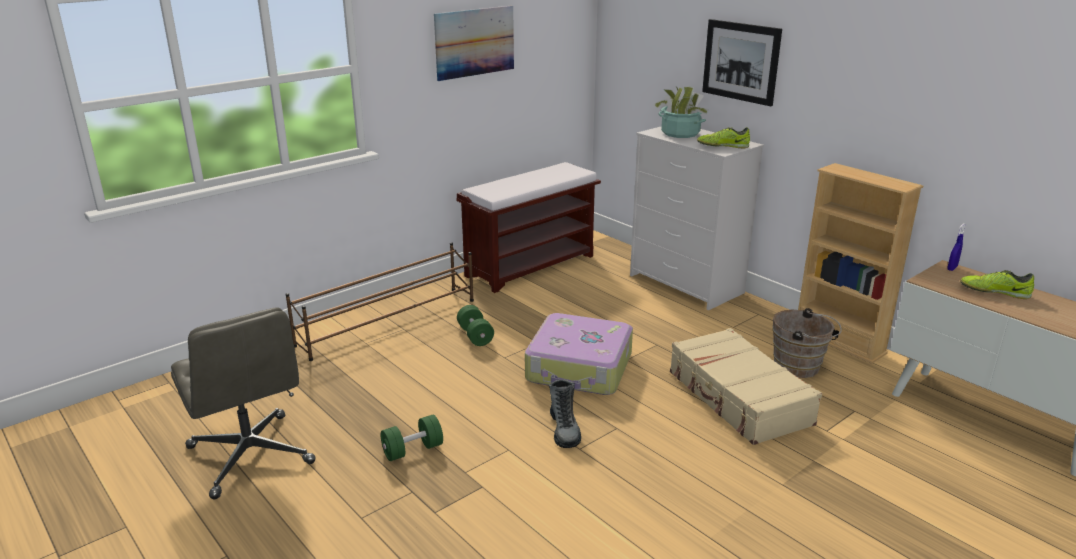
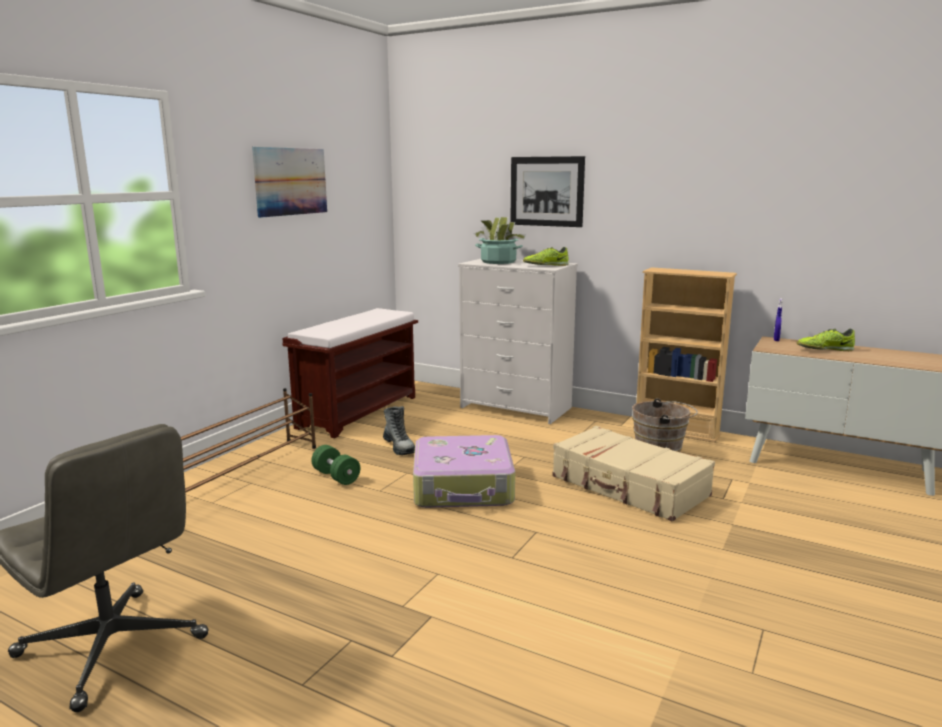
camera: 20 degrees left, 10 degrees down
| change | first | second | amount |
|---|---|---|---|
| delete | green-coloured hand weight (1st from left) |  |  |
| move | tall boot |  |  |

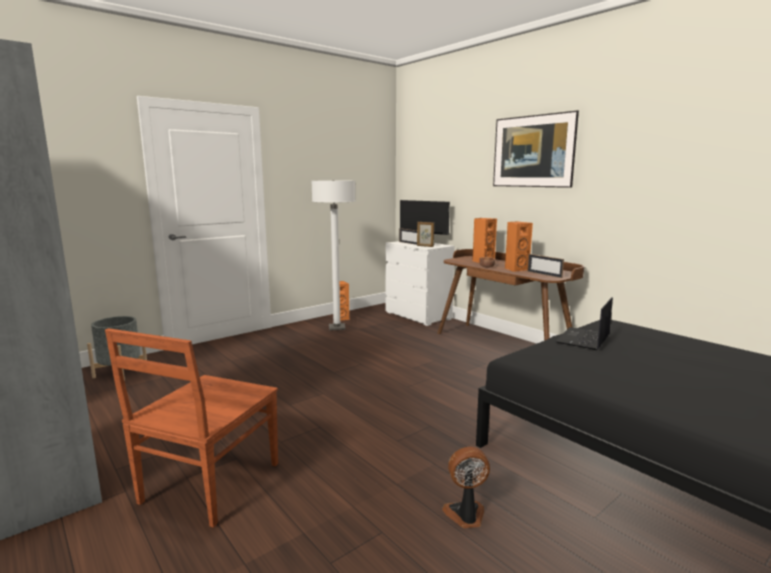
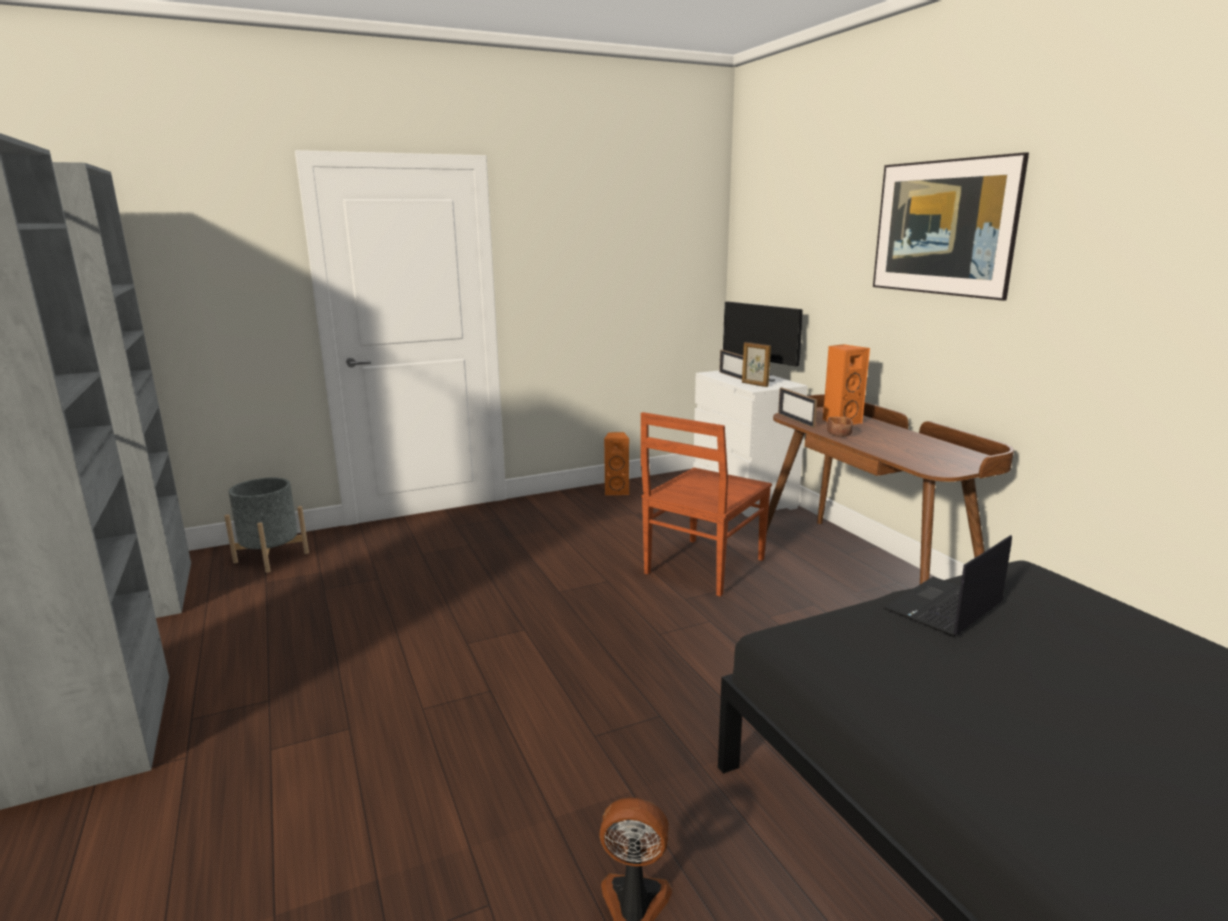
camera: 15 degrees right, 5 degrees up
| change | first | second | amount |
|---|---|---|---|
| delete | white standing lamp |  |  |
| delete | orangey loudspeaker (3rd from left) |  |  |
| move | brown plain chair |  |  |
| move | picture frame (3rd from left) |  |  |

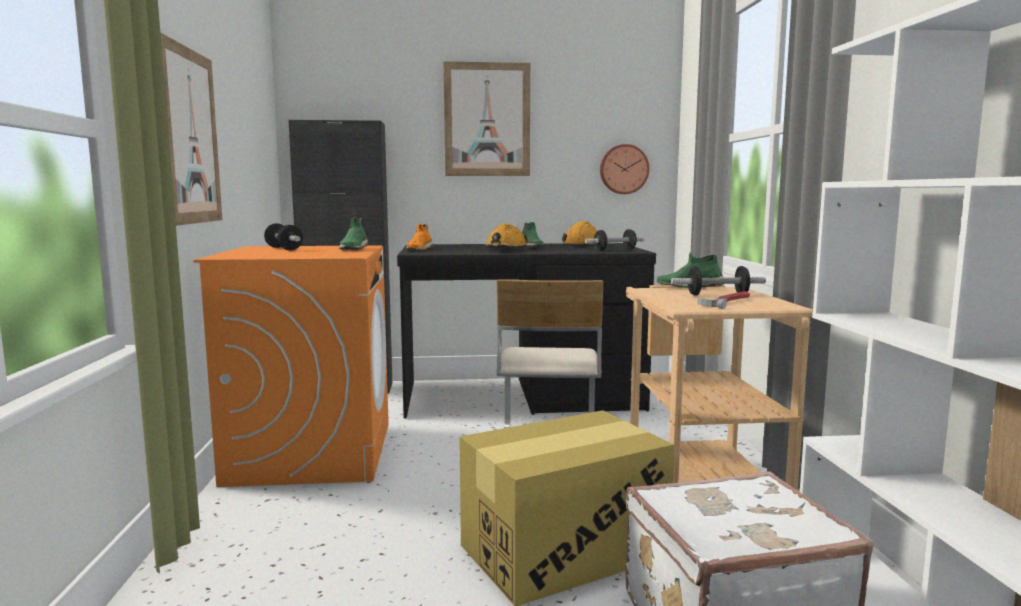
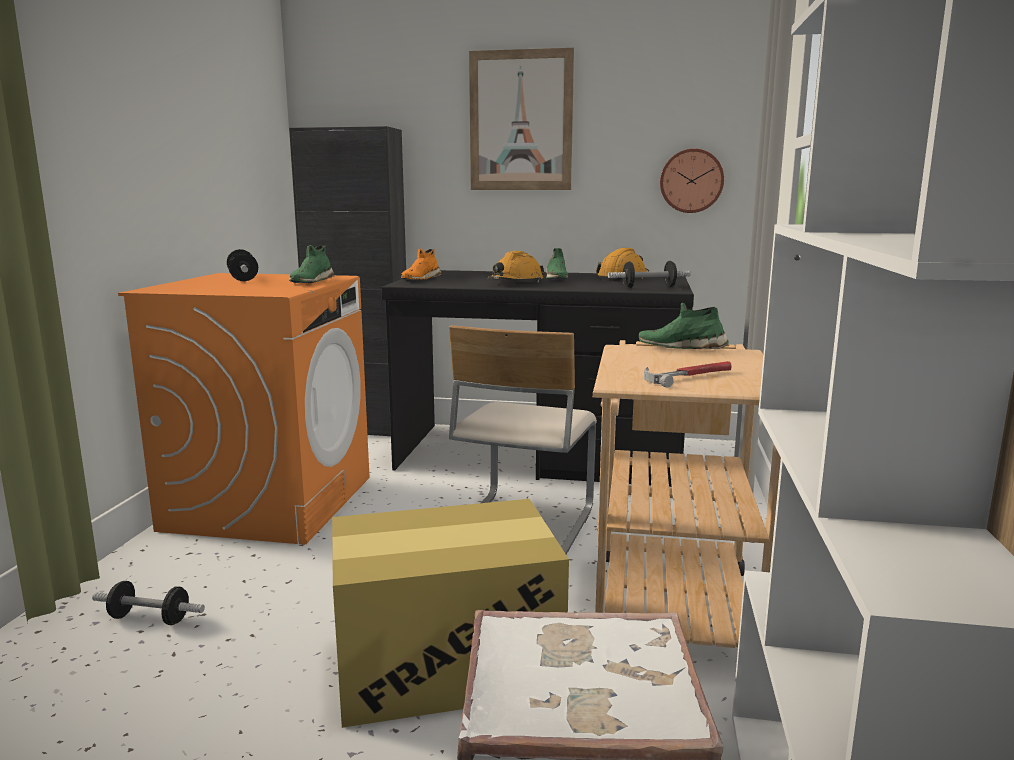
camera: 15 degrees right, 5 degrees up
| change | first | second | amount |
|---|---|---|---|
| delete | wall picture (1st from left) |  |  |
| move | hand weight (3rd from left in the first image) | hand weight (1st from left) |  |

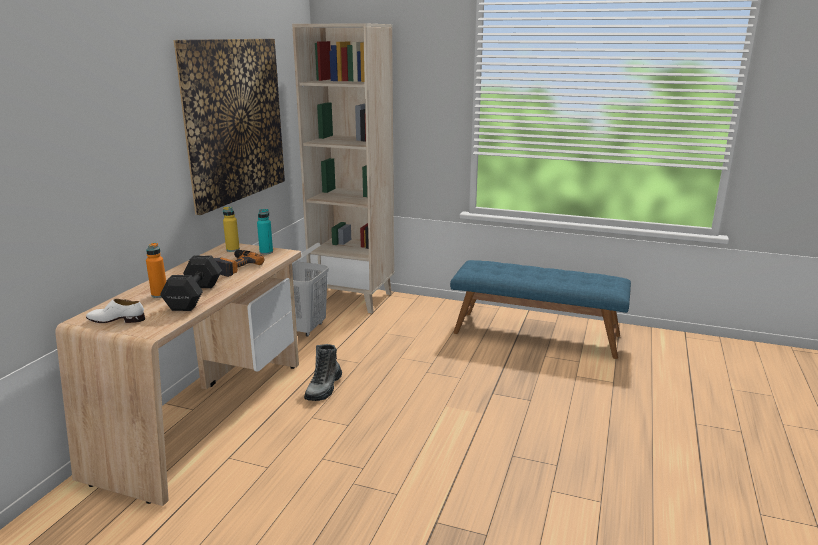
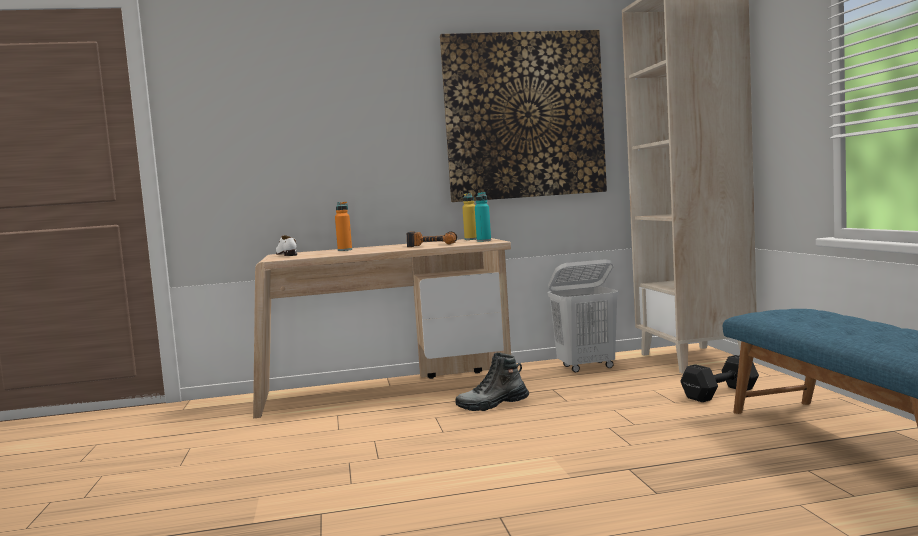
camera: 60 degrees right, 15 degrees down
| change | first | second | amount |
|---|---|---|---|
| move | black-coloured hand weight |  |  |

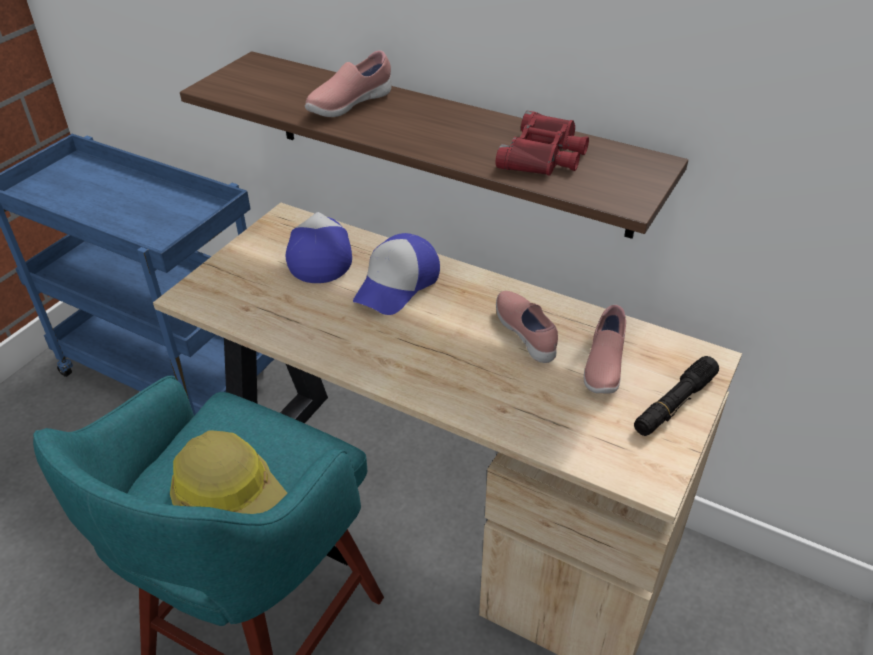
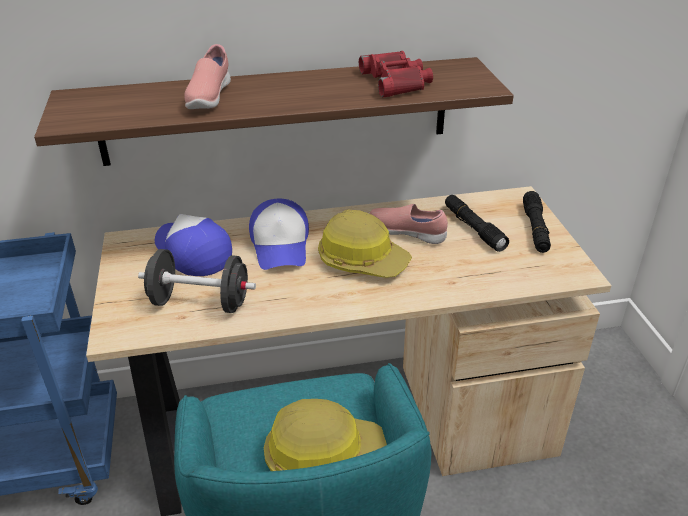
camera: 40 degrees left, 5 degrees down
| change | first | second | amount |
|---|---|---|---|
| insert |  | black-coloured hand weight |  |
| insert |  | hard hat (2nd from left) |  |
| replace | pinkish shoe (3rd from left) | black-coloured hand torch (1st from left) |  |

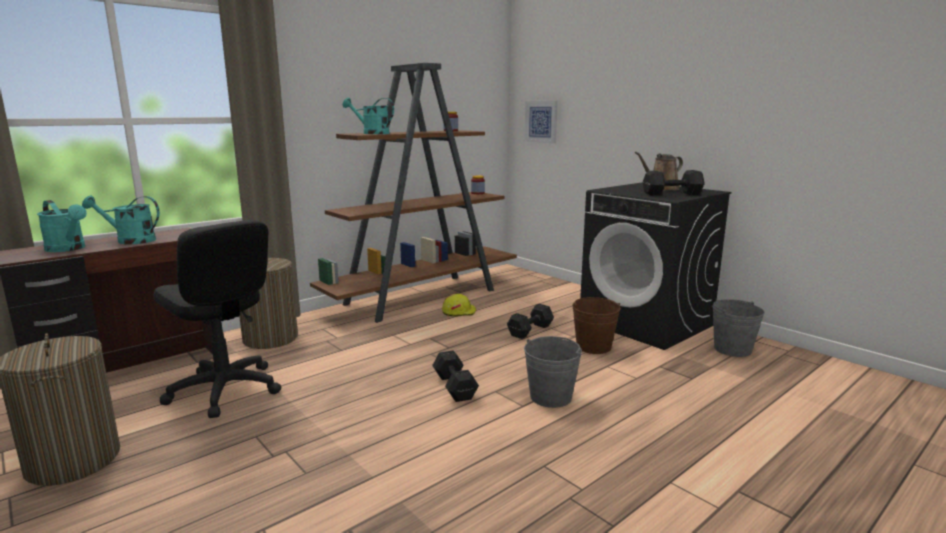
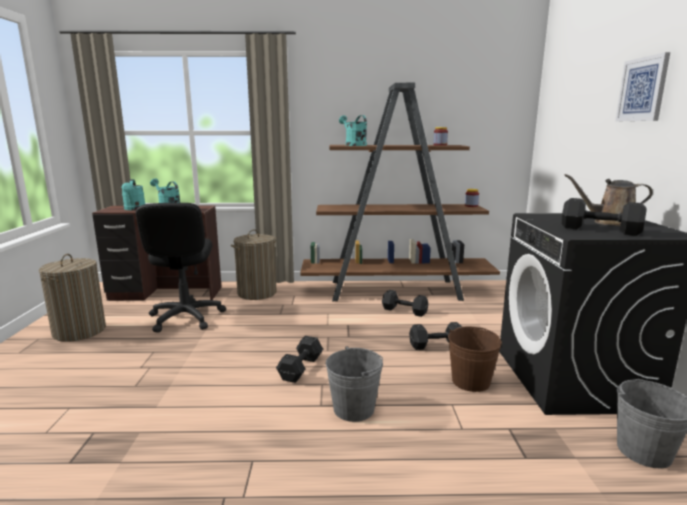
camera: 40 degrees right, 0 degrees up
| change | first | second | amount |
|---|---|---|---|
| move | wall picture |  |  |
| replace | yellow-coloured hard hat | black-coloured hand weight (2nd from left) |  |

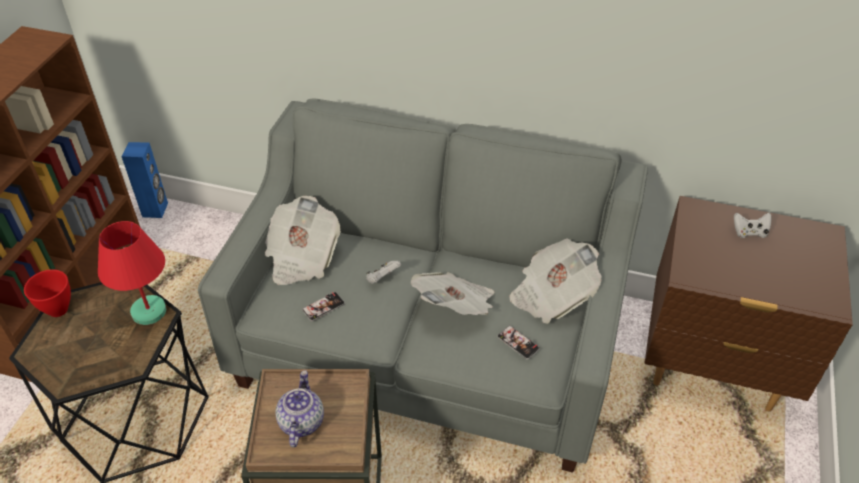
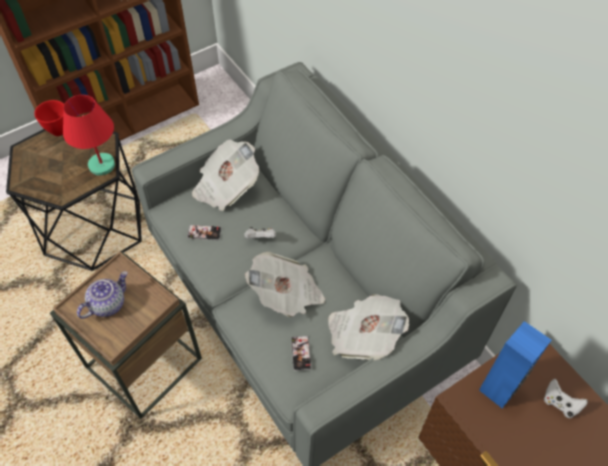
camera: 40 degrees right, 10 degrees up
| change | first | second | amount |
|---|---|---|---|
| move | bluish loudspeaker |  |  |

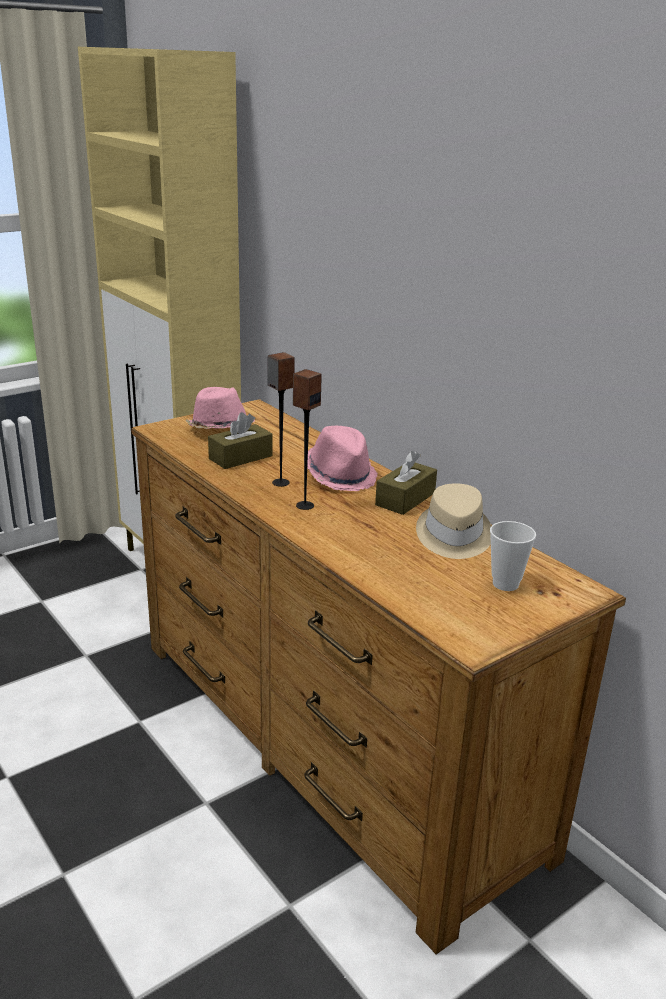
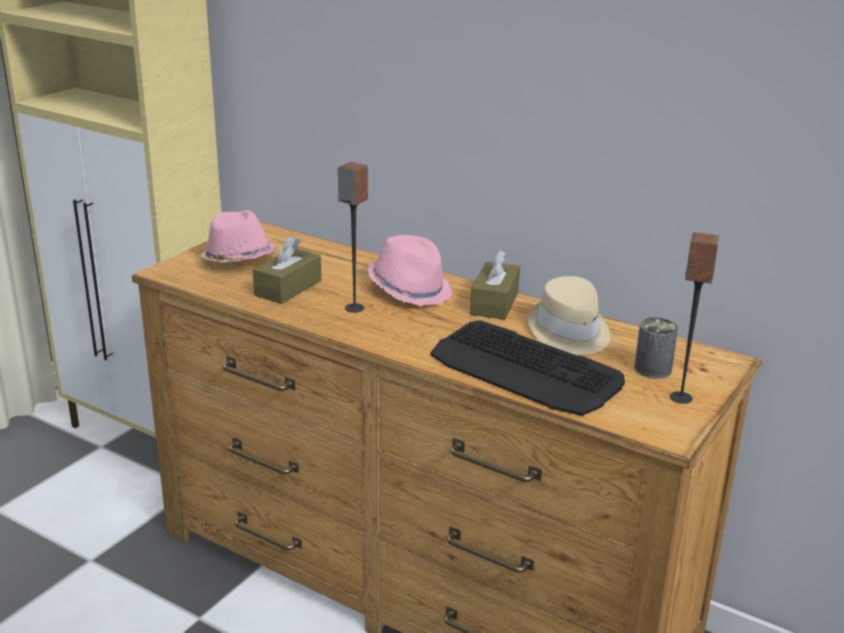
camera: 20 degrees left, 0 degrees up
| change | first | second | amount |
|---|---|---|---|
| insert |  | keyboard |  |
| move | loudspeaker (2nd from left) |  |  |
| replace | drinking cup | metal can |  |

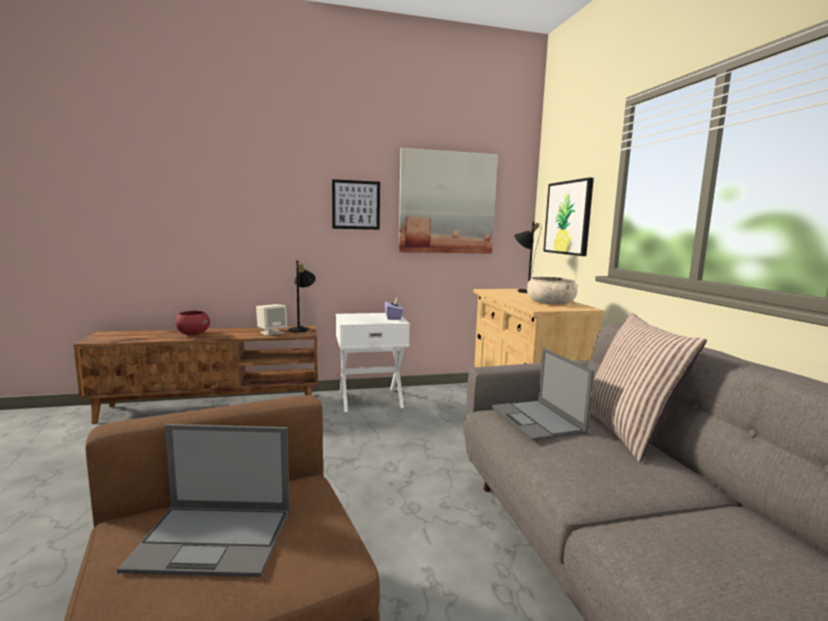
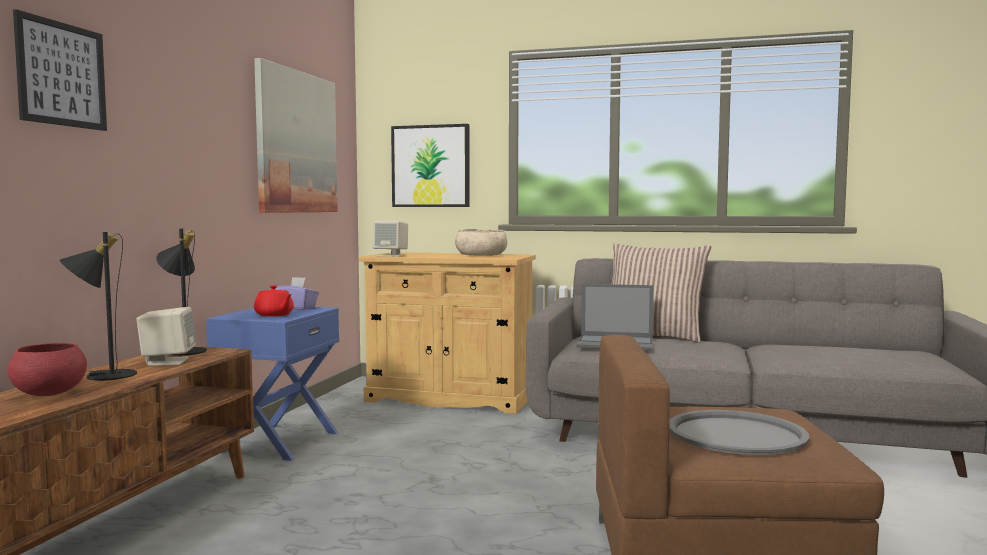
camera: 60 degrees left, 5 degrees down
| change | first | second | amount |
|---|---|---|---|
| insert |  | red teapot |  |
| insert |  | sand-coloured loudspeaker (2nd from left) |  |
| move | wall picture (1st from left) |  |  |
| move | black-coloured lamp for a table (2nd from left in the first image) | black-coloured lamp for a table (1st from left) |  |
| replace | notebook computer (1st from left) | gray tray |  |
| recolor | white night table | bluish night table |  |

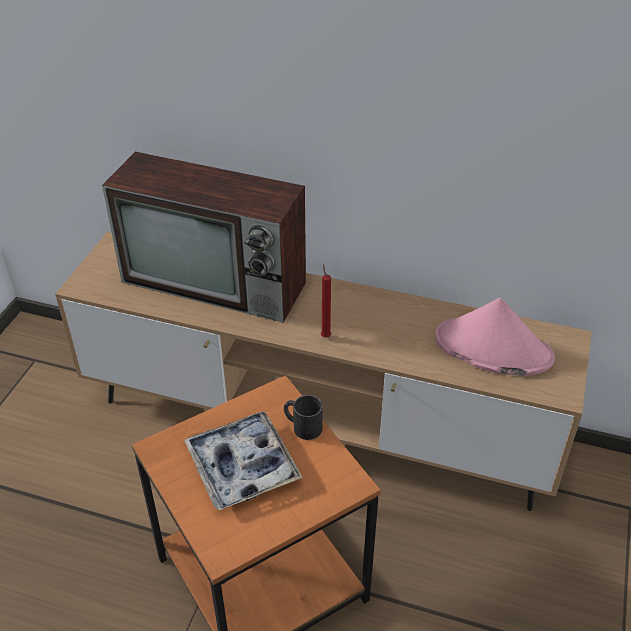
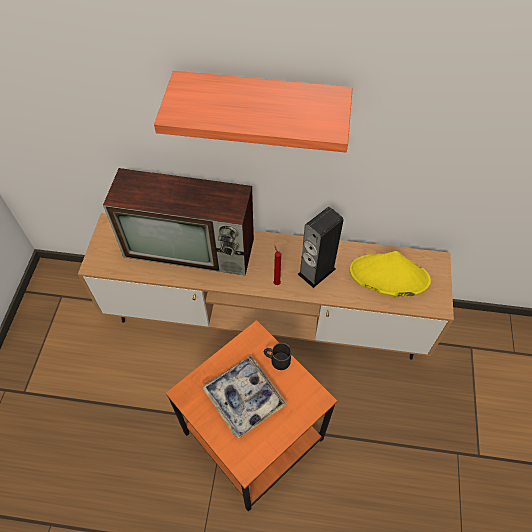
camera: 10 degrees left, 15 degrees up
| change | first | second | amount |
|---|---|---|---|
| insert |  | wall shelf |  |
| insert |  | loudspeaker |  |
| recolor | pinkish clothing hat | yellow-coloured clothing hat |  |

